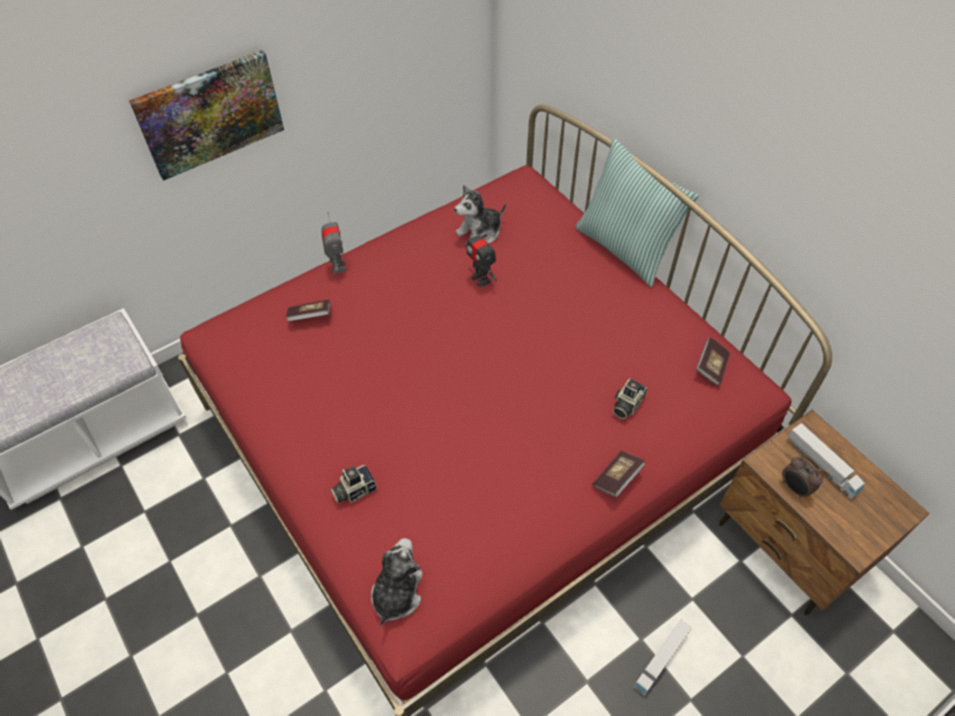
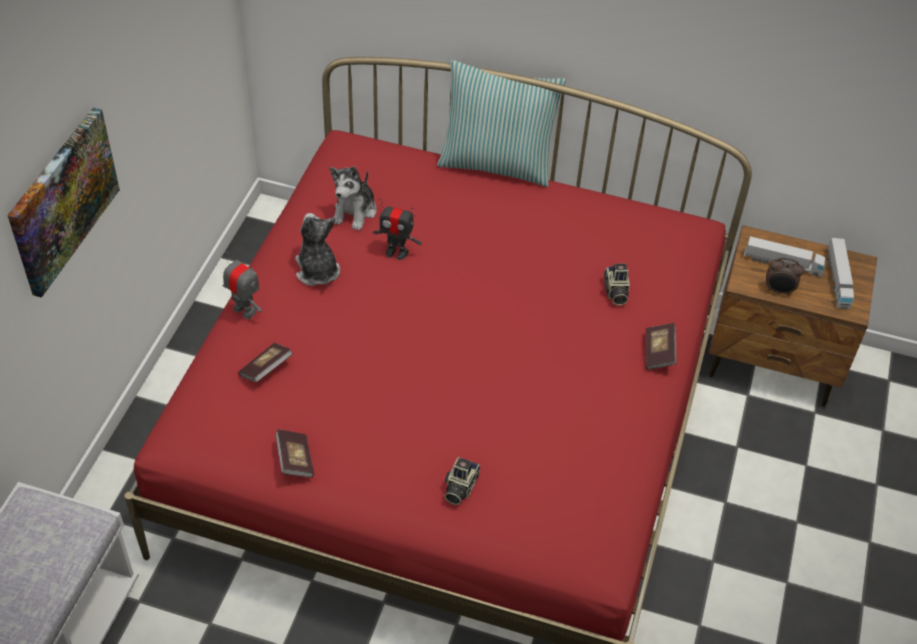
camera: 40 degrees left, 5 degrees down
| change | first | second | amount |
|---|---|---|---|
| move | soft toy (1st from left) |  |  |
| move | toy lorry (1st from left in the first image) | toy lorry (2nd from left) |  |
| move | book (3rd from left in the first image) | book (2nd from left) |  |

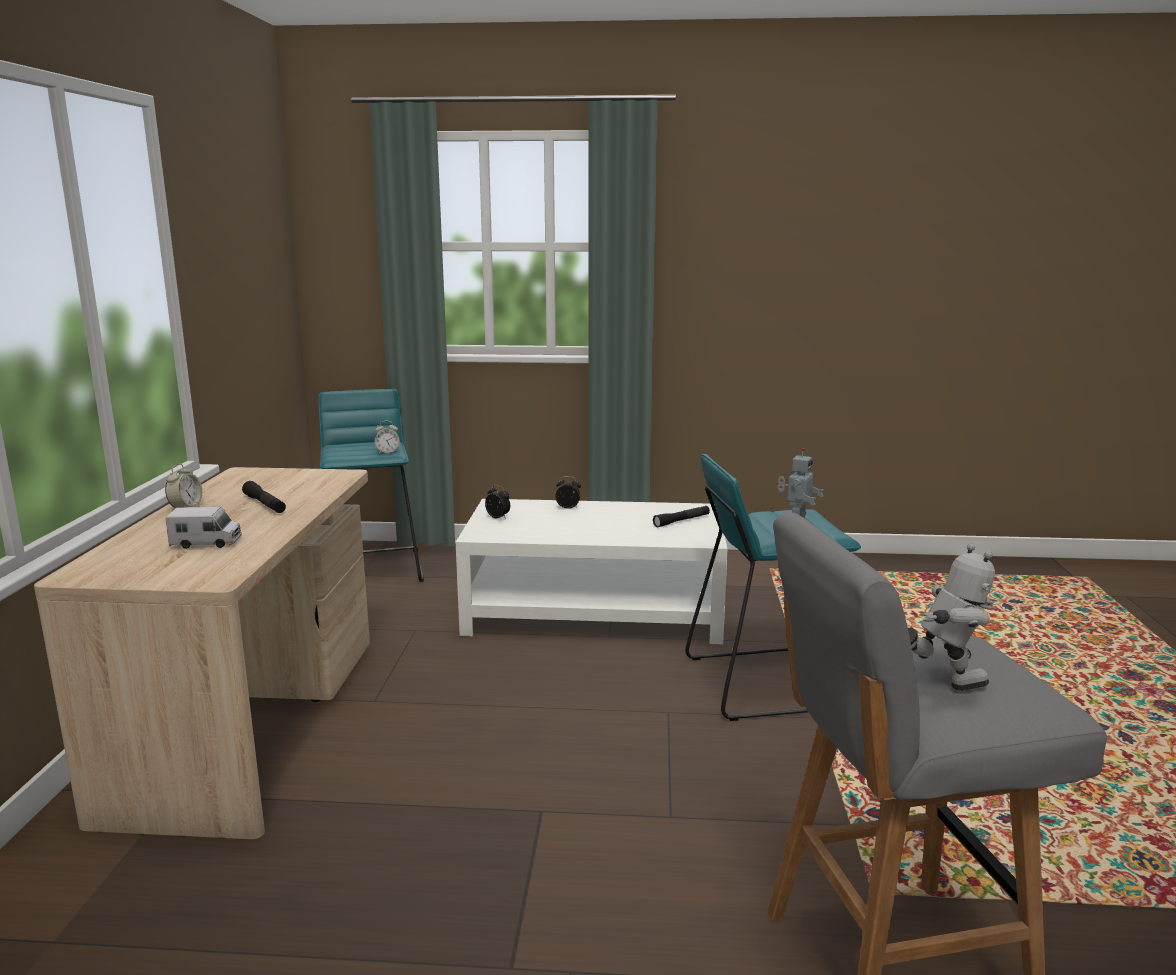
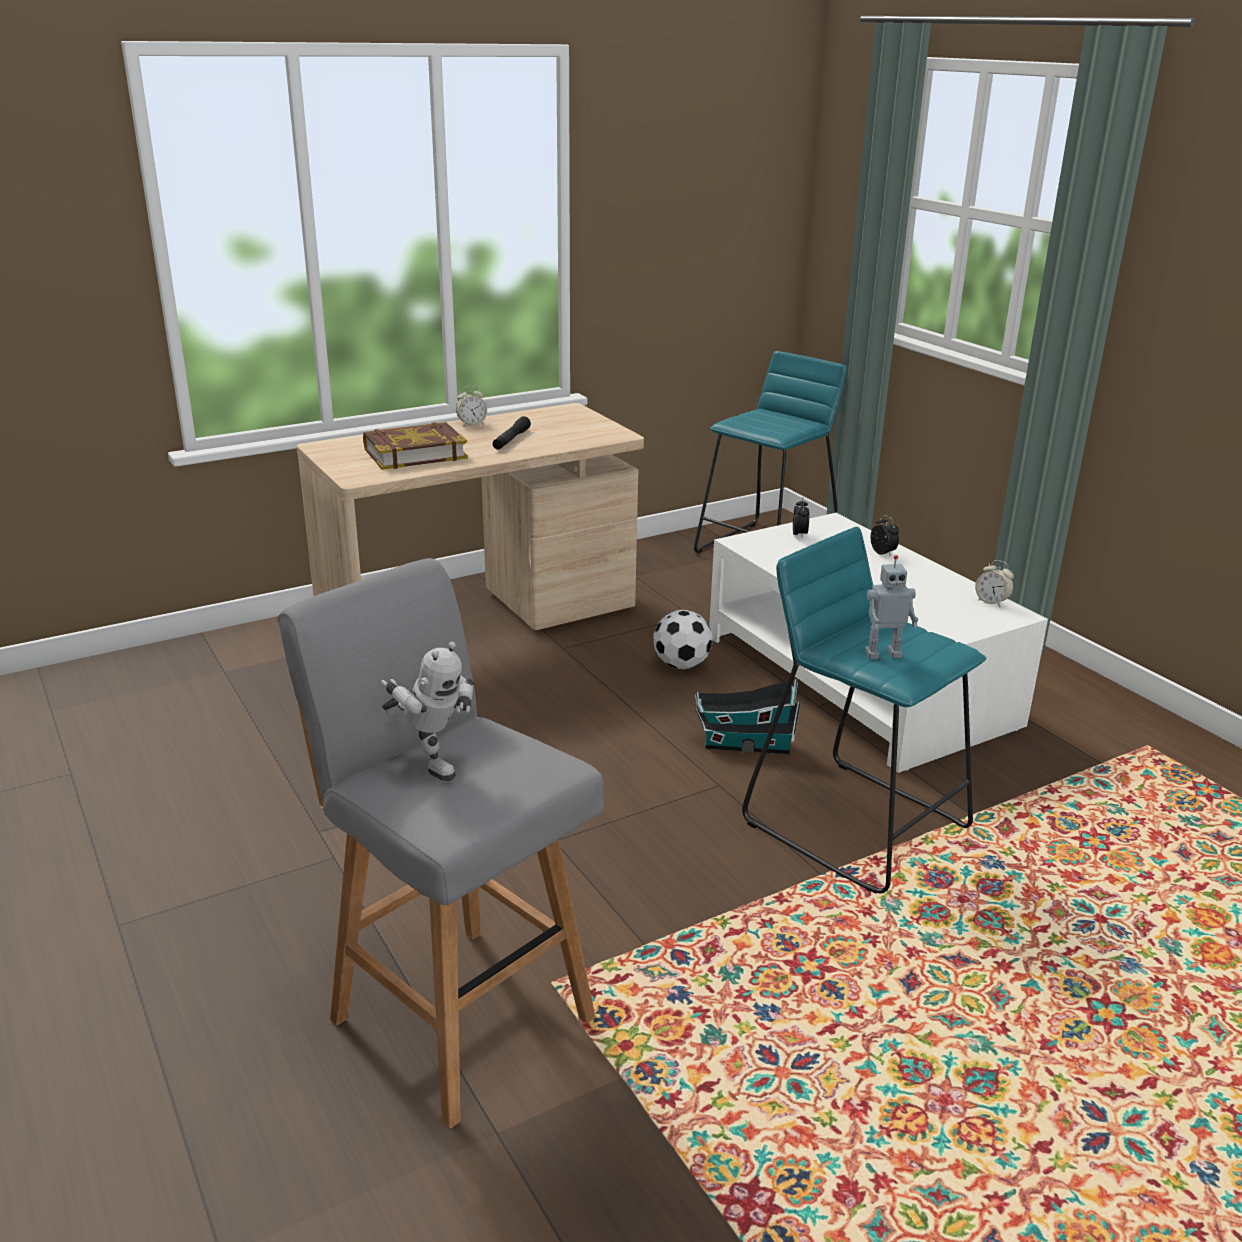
camera: 55 degrees right, 10 degrees up
| change | first | second | amount |
|---|---|---|---|
| delete | black-coloured hand torch (2nd from left) |  |  |
| insert |  | ball for football |  |
| insert |  | miniature house |  |
| move | table clock (2nd from left in the first image) | table clock (4th from left) |  |
| replace | toy lorry | book |  |

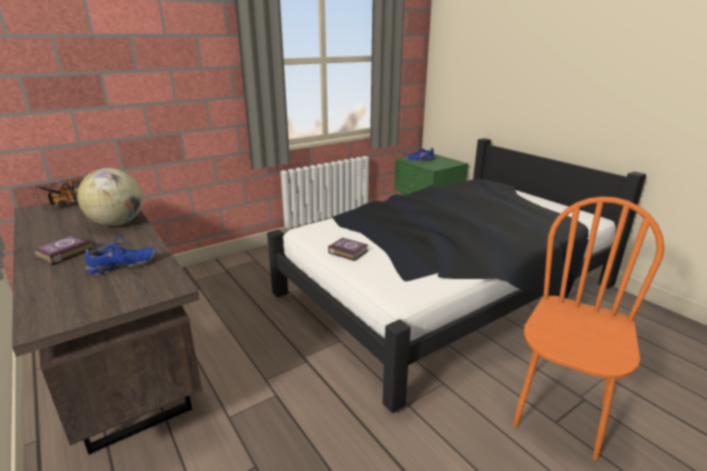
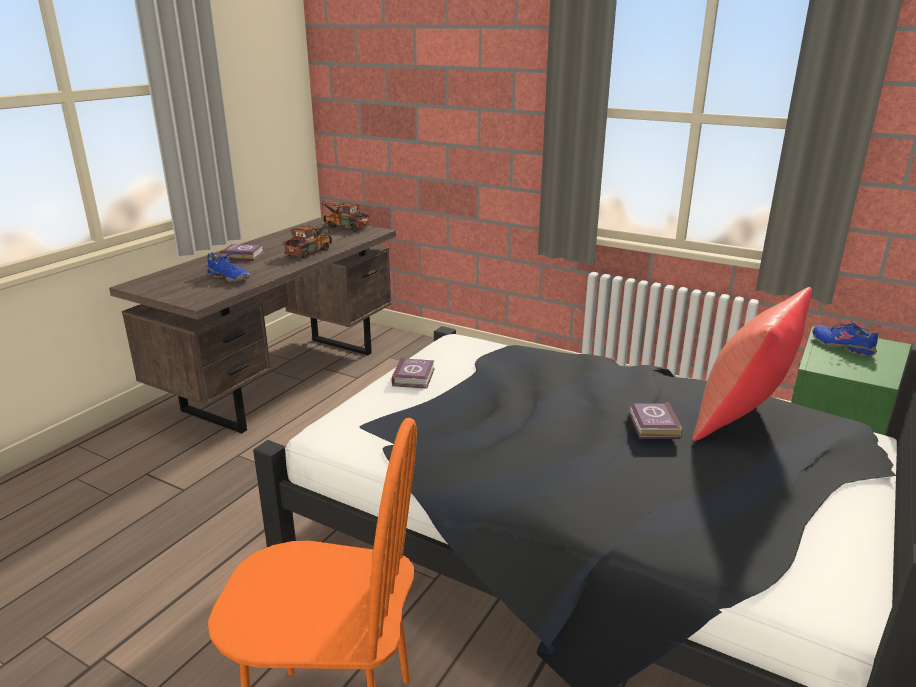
camera: 65 degrees right, 0 degrees up
| change | first | second | amount |
|---|---|---|---|
| insert |  | book (3rd from left) |  |
| insert |  | red throw pillow |  |
| replace | globe | toy lorry (1st from left) |  |

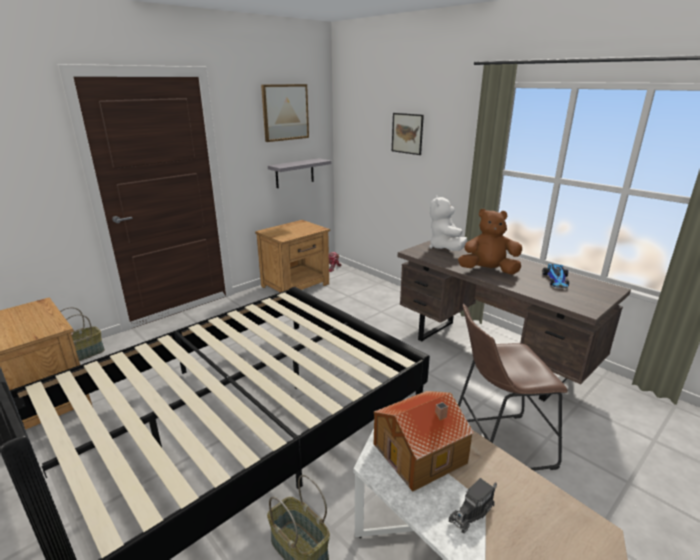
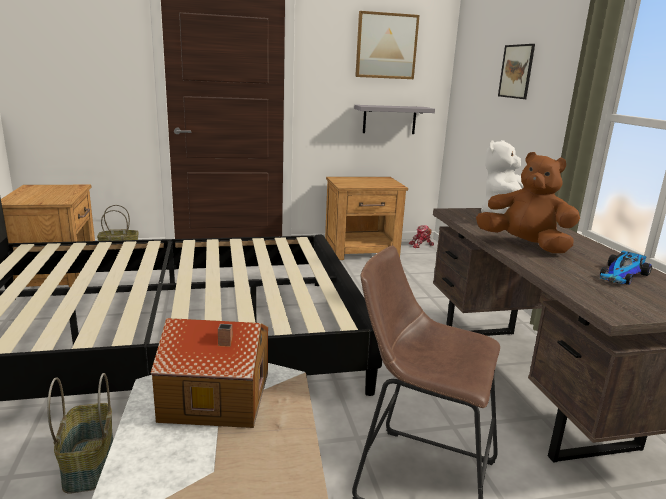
camera: 30 degrees right, 5 degrees down
| change | first | second | amount |
|---|---|---|---|
| delete | toy lorry |  |  |

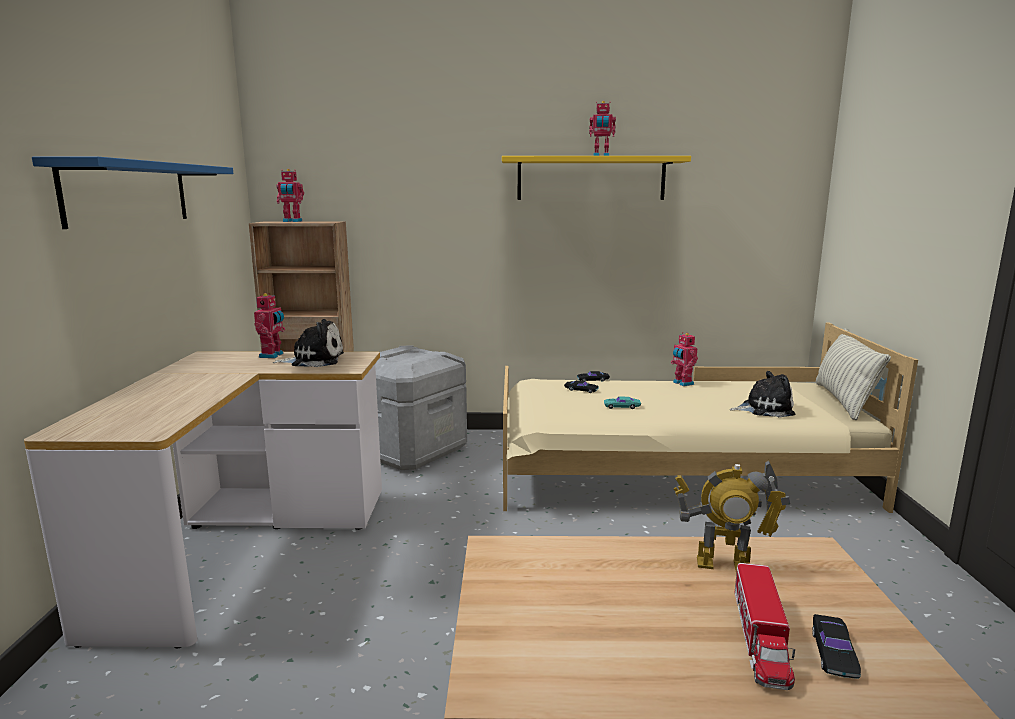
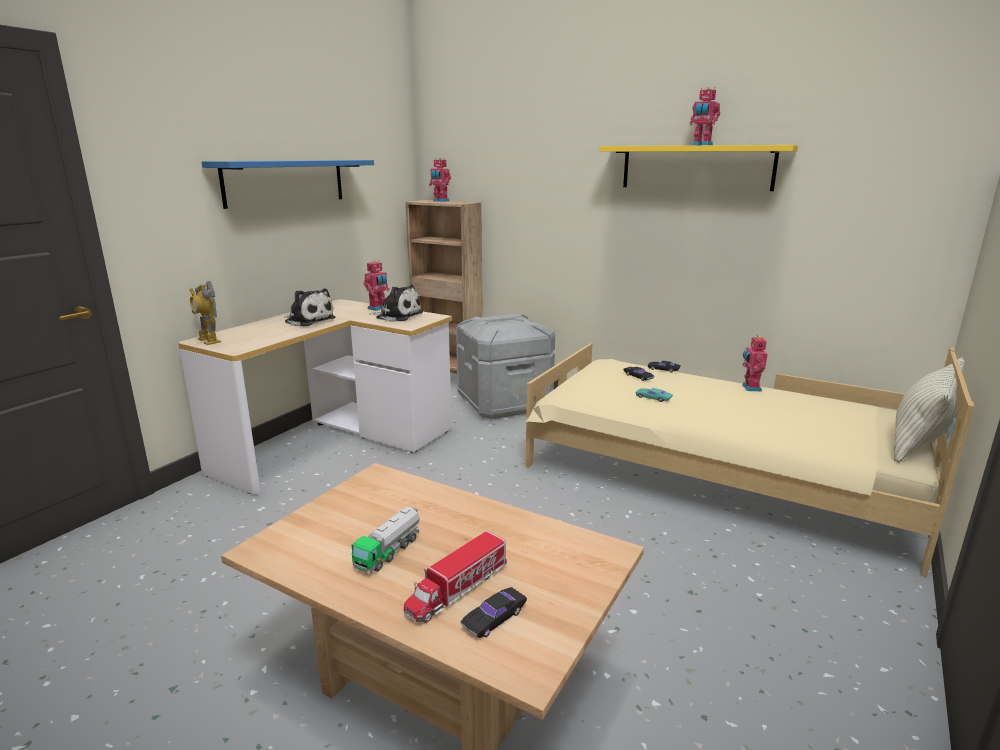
camera: 30 degrees right, 5 degrees up
| change | first | second | amount |
|---|---|---|---|
| insert |  | toy lorry (1st from left) |  |
| move | toy robot (5th from left in the first image) | toy robot (1st from left) |  |
| move | soft toy (2nd from left in the first image) | soft toy (1st from left) |  |

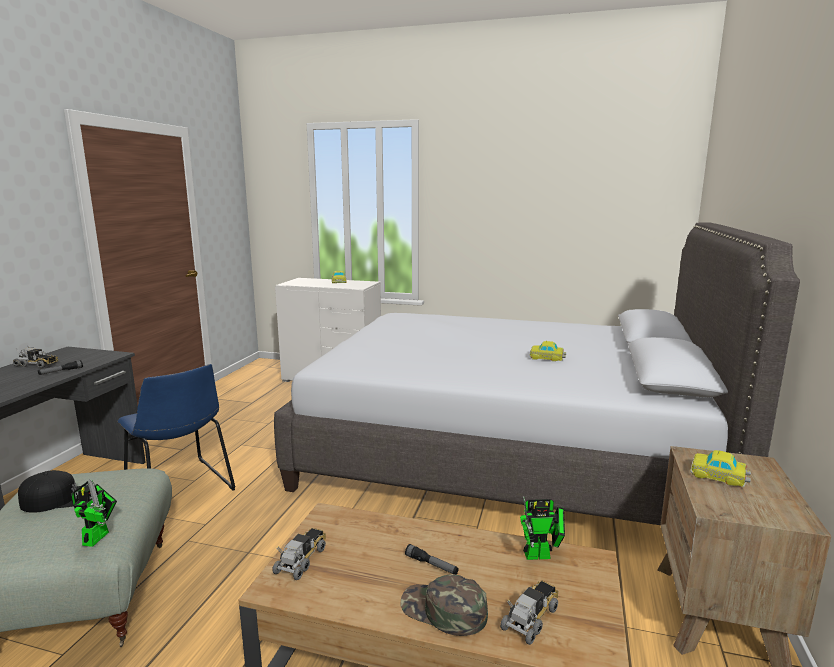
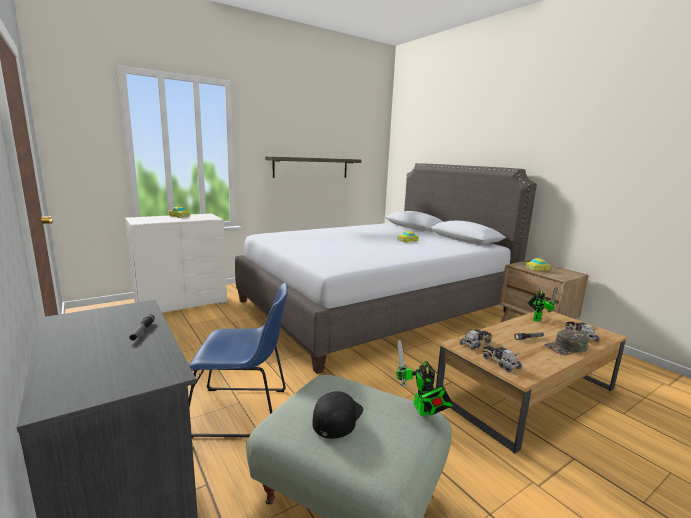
camera: 50 degrees left, 0 degrees up
| change | first | second | amount |
|---|---|---|---|
| insert |  | wall shelf |  |
| move | toy lorry (1st from left) |  |  |
| rotate | toy robot (1st from left) |  | 150 degrees counterclockwise |

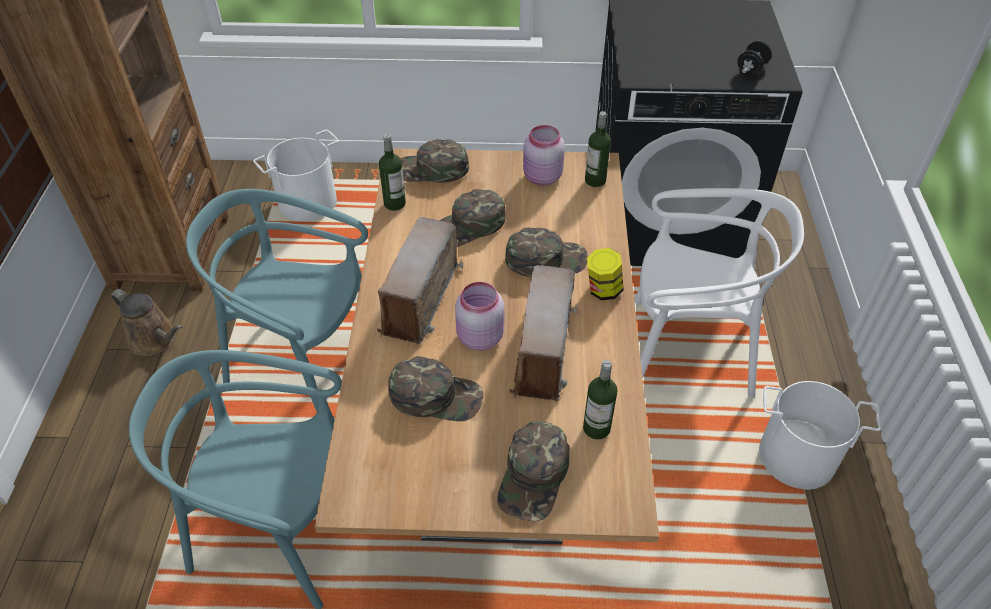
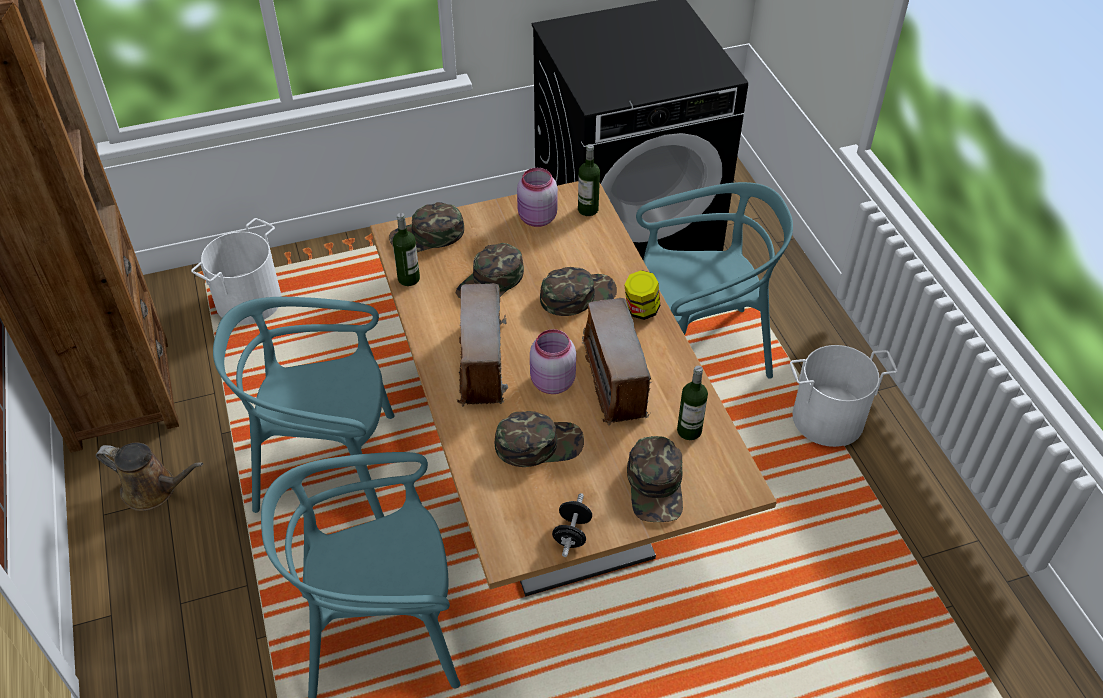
camera: 20 degrees left, 0 degrees up
| change | first | second | amount |
|---|---|---|---|
| move | black-coloured hand weight |  |  |
| recolor | white plain chair | blue-green plain chair (3rd from left) |  |

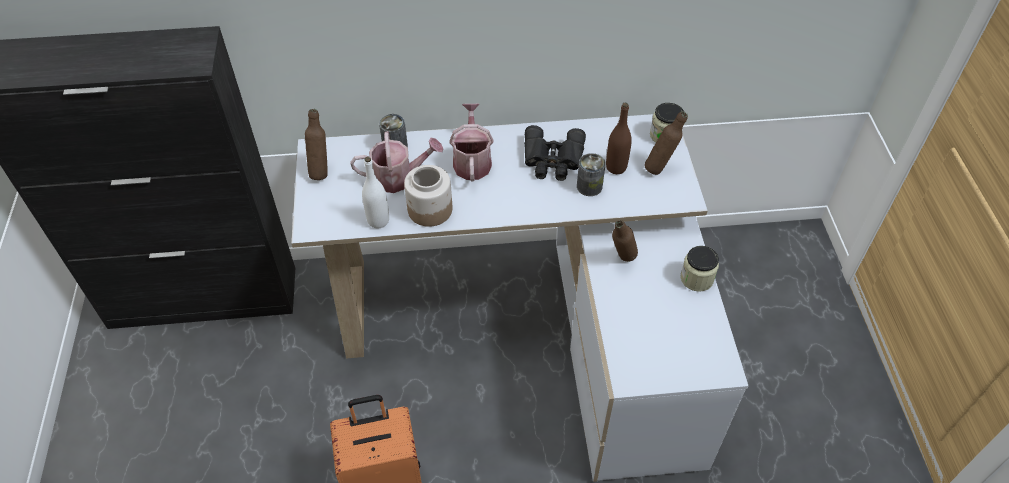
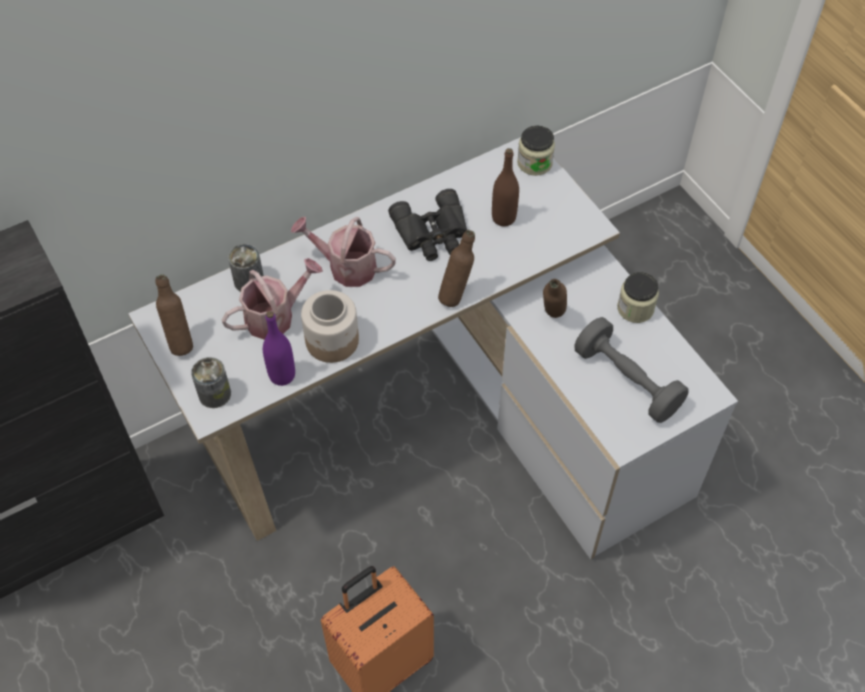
camera: 25 degrees left, 5 degrees up
| change | first | second | amount |
|---|---|---|---|
| insert |  | gray hand weight |  |
| move | metal can (2nd from left in the first image) | metal can (1st from left) |  |
| move | brown beverage bottle (4th from left in the first image) | brown beverage bottle (2nd from left) |  |
| recolor | white beverage bottle | purple-coloured beverage bottle |  |
| rotate | watering pot (2nd from left) |  | 45 degrees counterclockwise |

